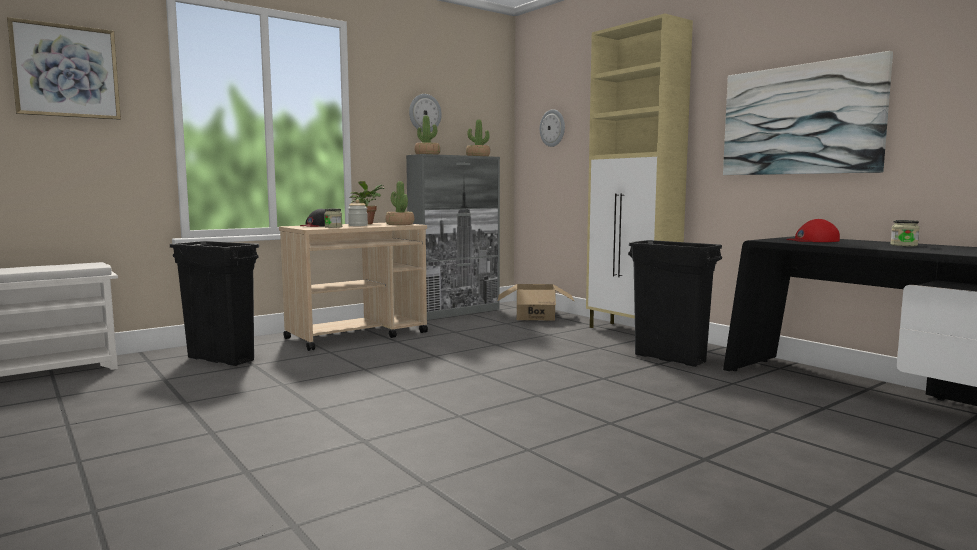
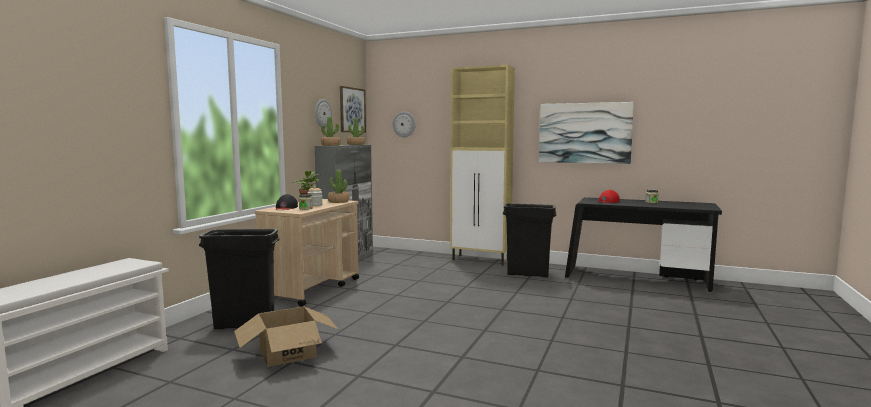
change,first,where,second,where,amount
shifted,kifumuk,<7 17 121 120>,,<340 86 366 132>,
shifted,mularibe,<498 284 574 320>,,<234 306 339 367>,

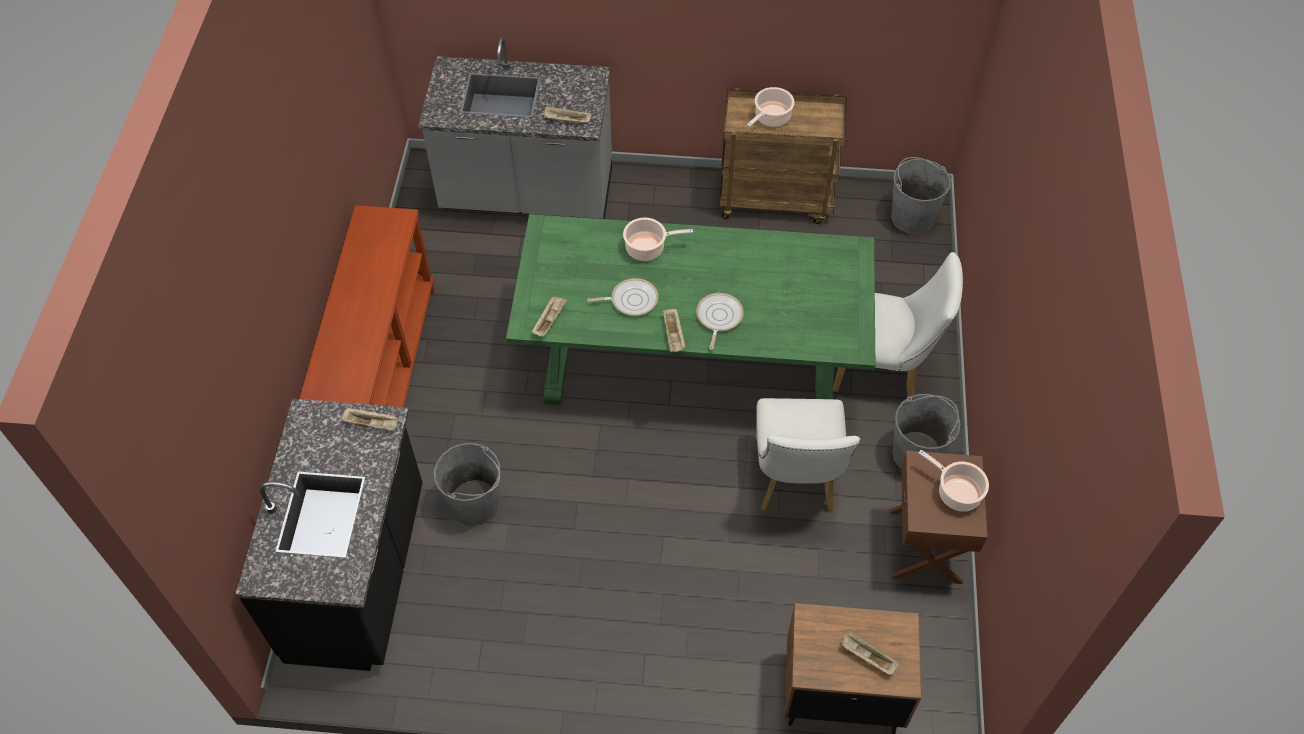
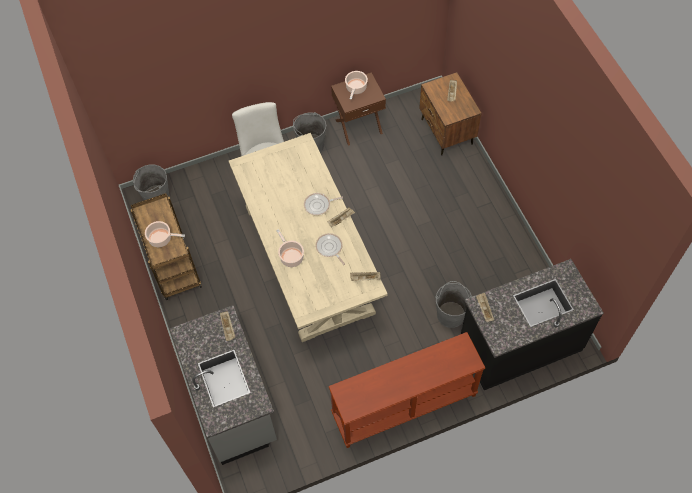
change,first,where,second,where,amount
repainted,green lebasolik,<506 214 875 405>,beige lebasolik,<229 133 388 342>,
gone,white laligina,<755 398 860 511>,,,

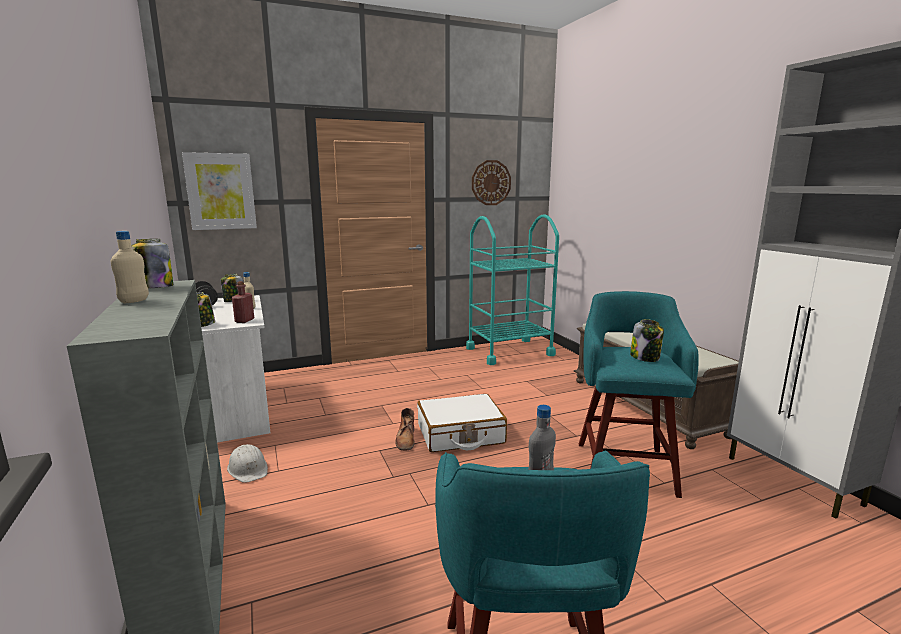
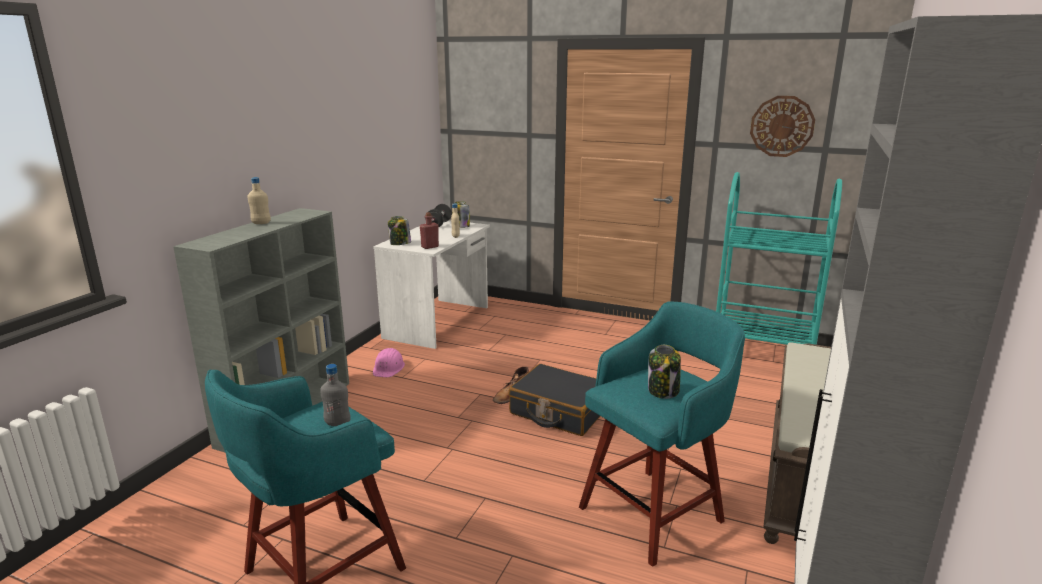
change,first,where,second,where,amount
gone,kifumuk,<182 152 257 230>,,,
gone,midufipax,<131 239 173 288>,,,
repainted,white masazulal,<417 394 507 452>,black masazulal,<508 364 600 436>,
repainted,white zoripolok,<227 444 268 483>,pink zoripolok,<373 348 405 377>,

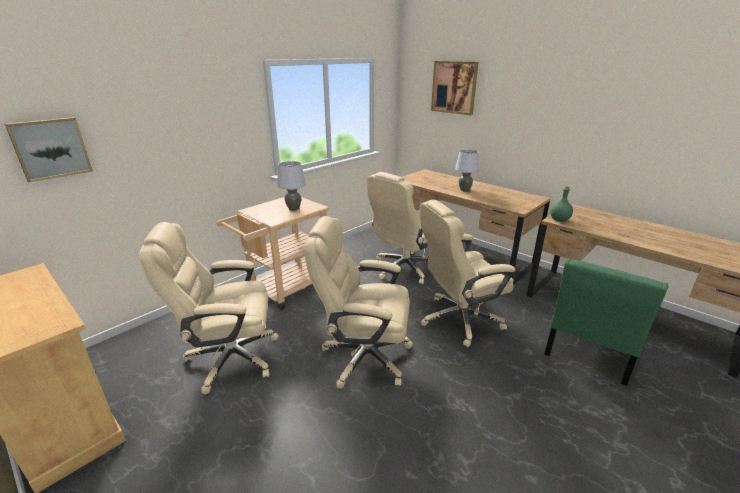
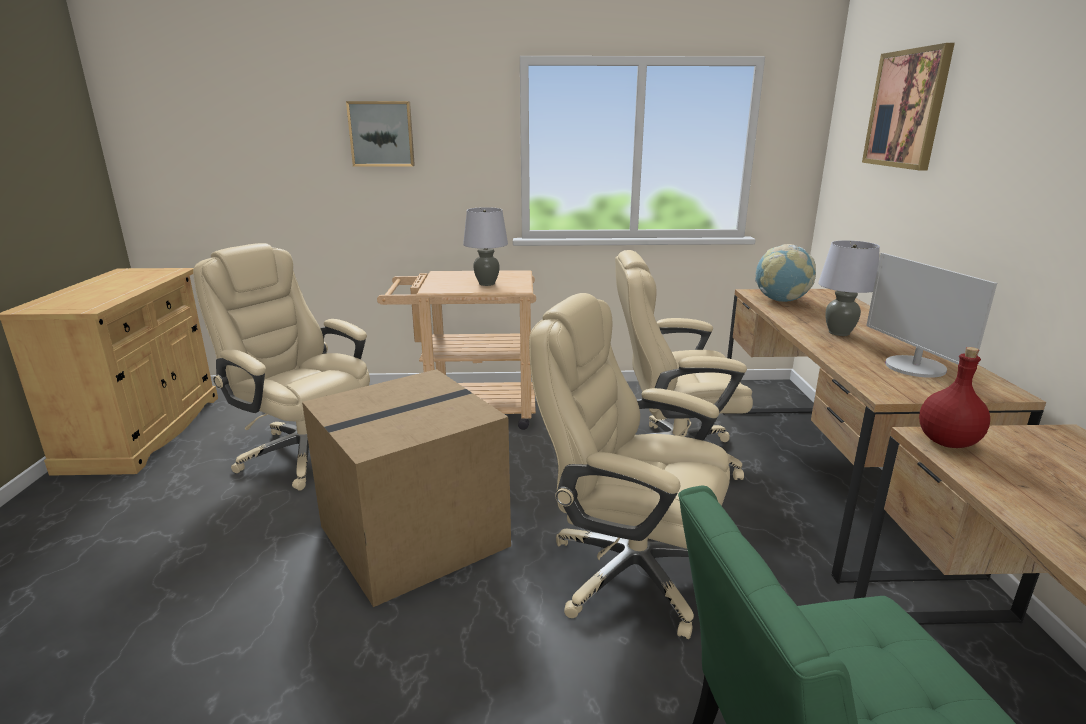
change,first,where,second,where,amount
shifted,kifumuk,<5 117 93 182>,,<346 101 415 167>,
repainted,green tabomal,<550 186 573 222>,red tabomal,<919 347 990 448>,
swapped,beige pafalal,<304 216 413 389>,mularibe,<302 369 511 607>,
new,,,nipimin,<755 244 816 302>,
new,,,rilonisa,<866 253 997 378>,

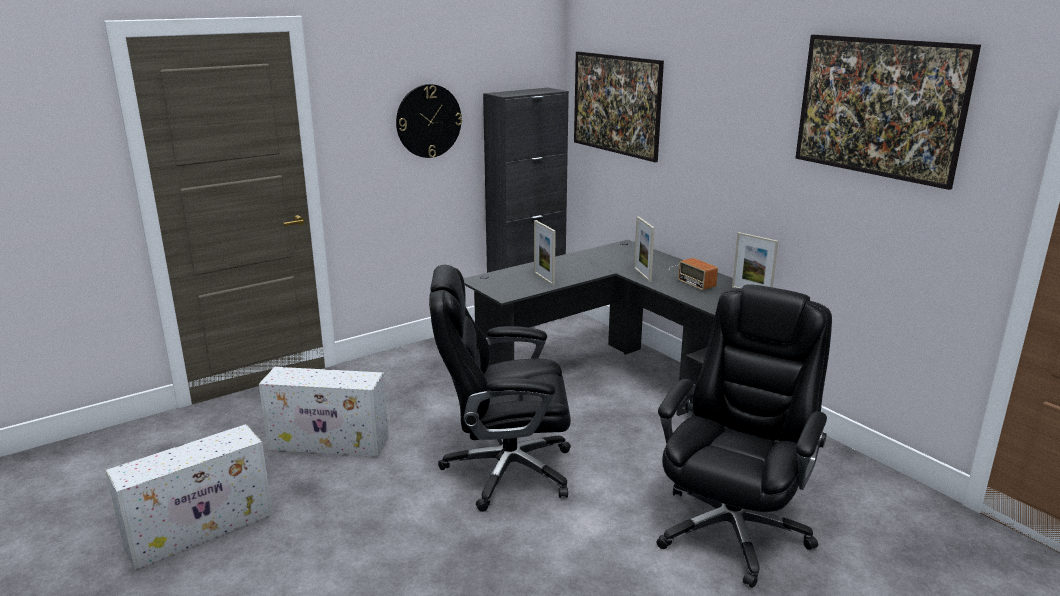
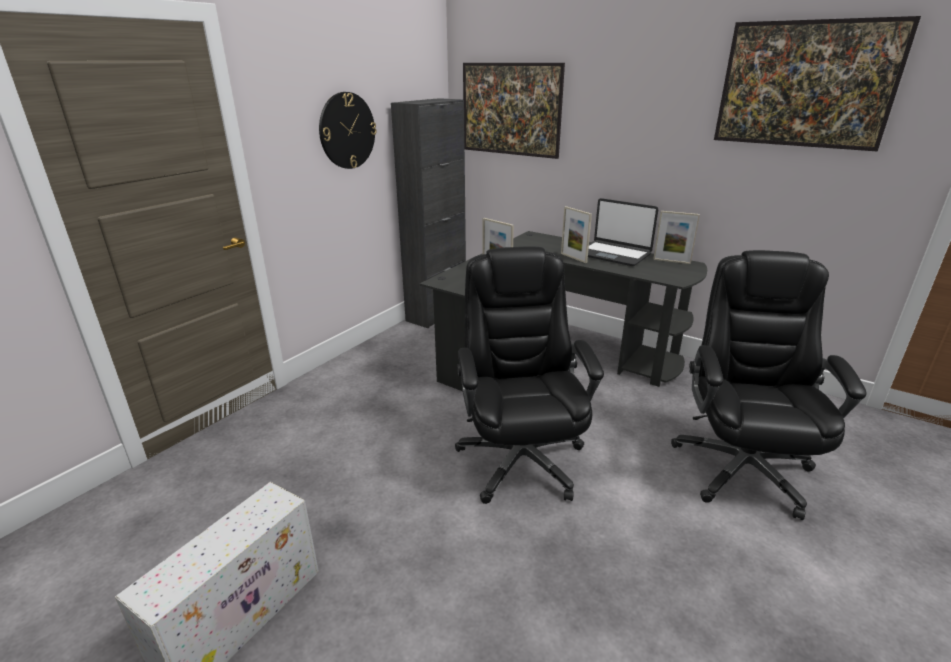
change,first,where,second,where,amount
swapped,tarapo,<669 258 718 290>,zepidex,<588 198 658 266>,
rotated,black pafalal,<429 265 571 512>,,<455 246 604 504>,105 degrees clockwise
gone,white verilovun,<259 367 389 457>,,,

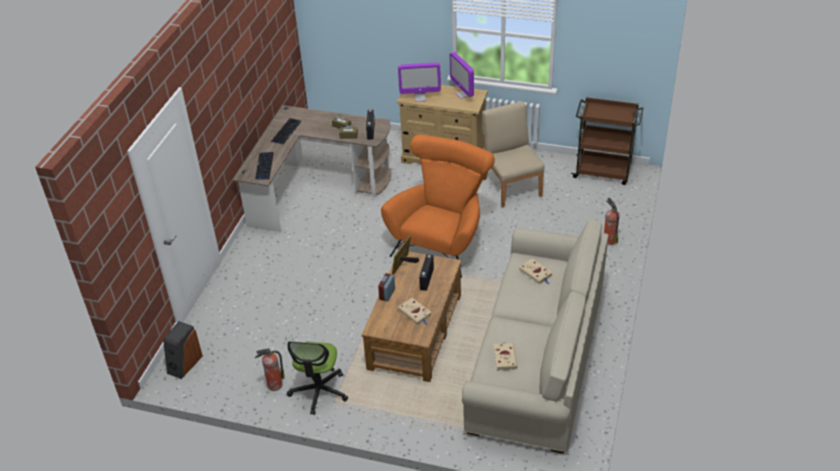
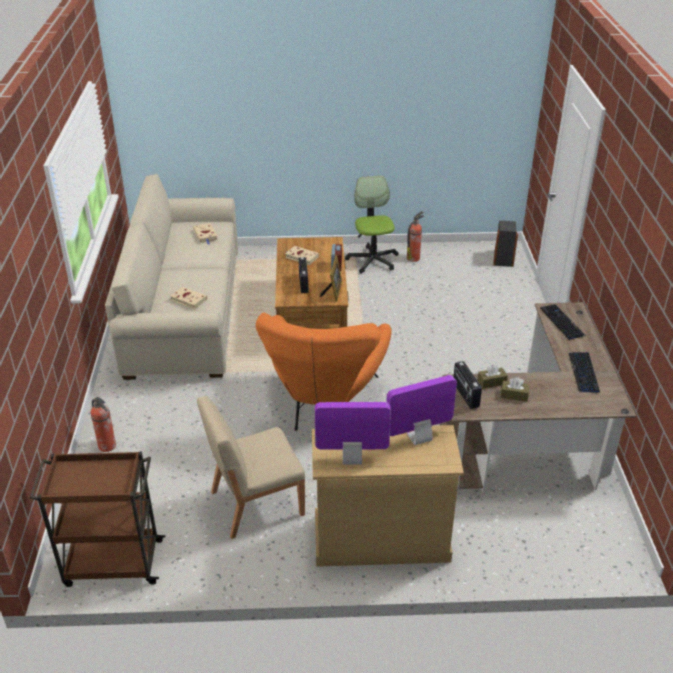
change,first,where,second,where,amount
rotated,rilonisa,<450 52 474 99>,,<315 402 391 465>,45 degrees counterclockwise
rotated,beige laligina,<482 101 545 208>,,<197 396 305 539>,105 degrees clockwise

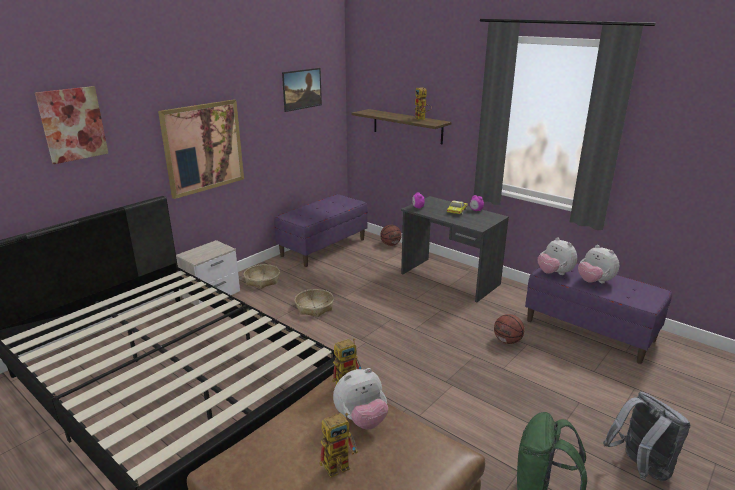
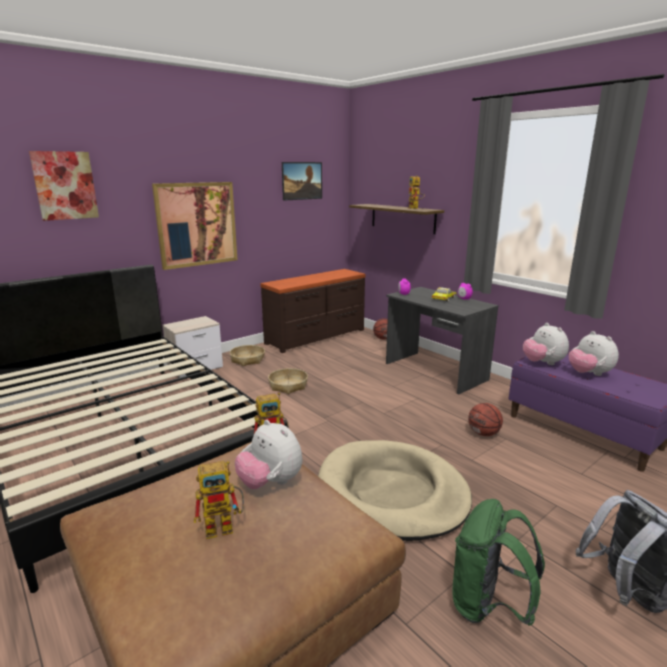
change,first,where,second,where,amount
swapped,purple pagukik,<274 194 368 267>,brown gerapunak,<260 269 366 353>,
rotated,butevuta,<333 368 388 429>,,<235 420 303 489>,60 degrees clockwise
new,,,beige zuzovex,<318 440 472 541>,

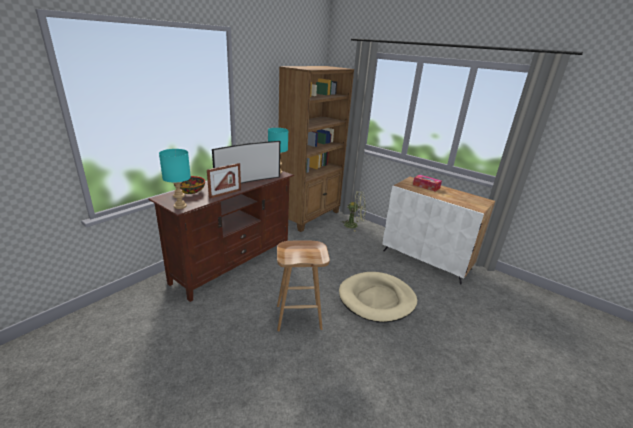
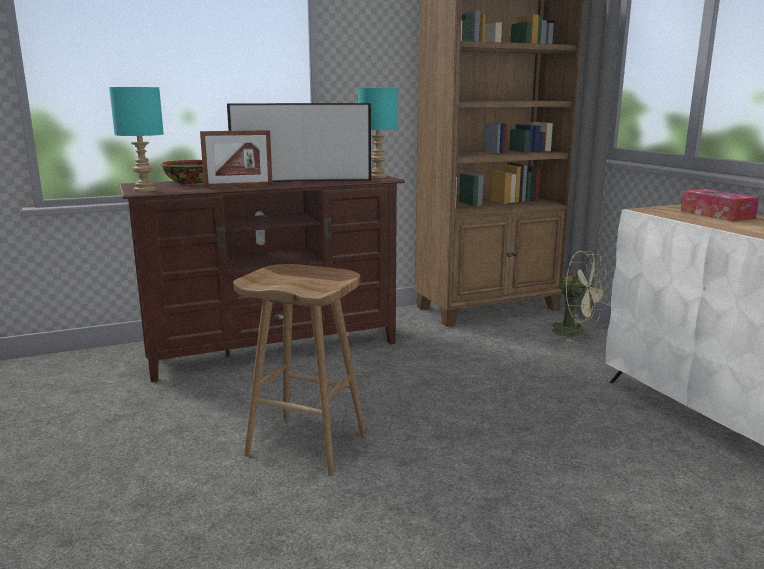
change,first,where,second,where,amount
gone,beige zuzovex,<339 272 417 323>,,,

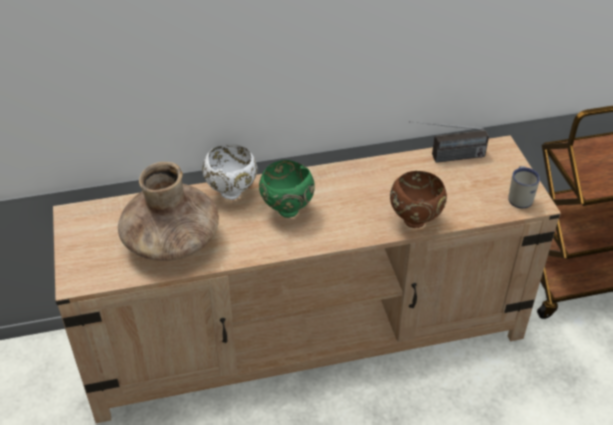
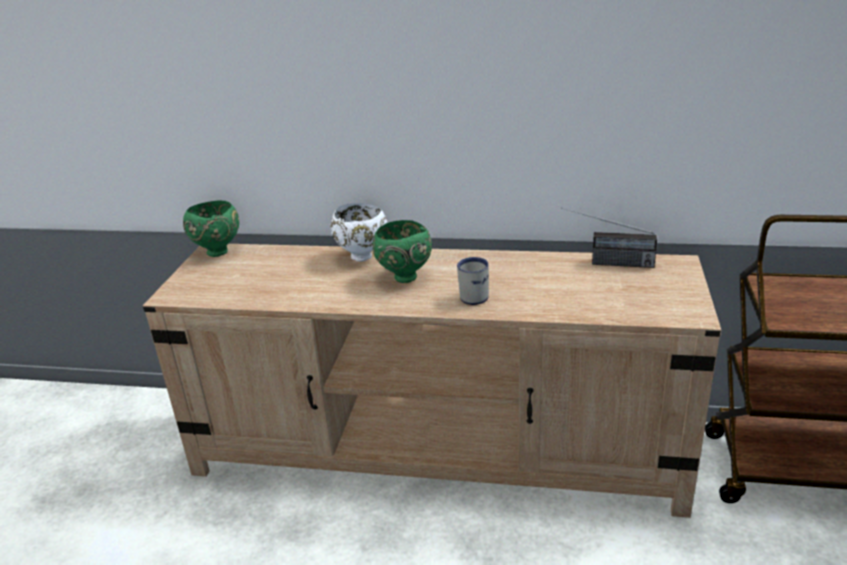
change,first,where,second,where,amount
gone,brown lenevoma,<118 162 219 261>,,,
shifted,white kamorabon,<508 166 540 209>,,<457 257 489 305>,
gone,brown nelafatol,<390 171 447 228>,,,
new,,,green nelafatol,<183 201 239 257>,

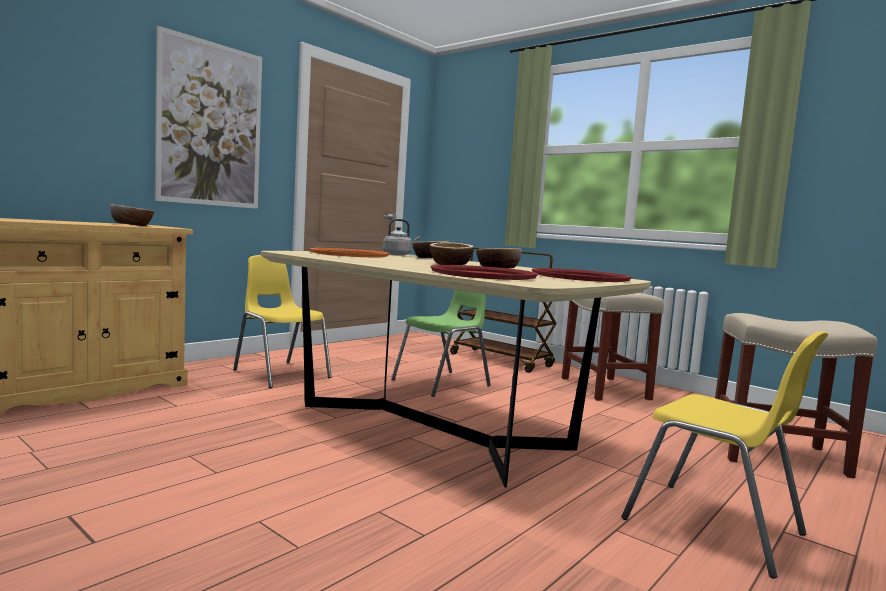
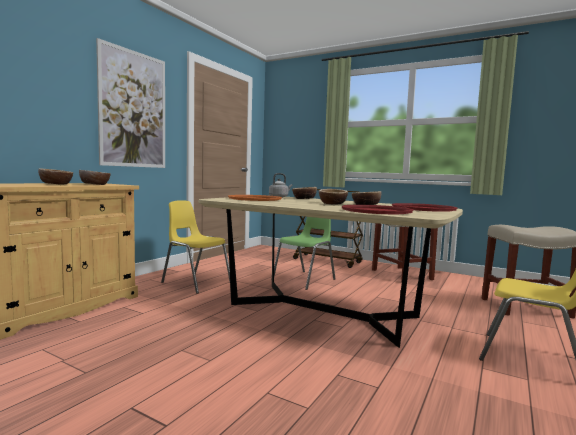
change,first,where,second,where,amount
new,,,nelafatol,<38 168 73 184>,

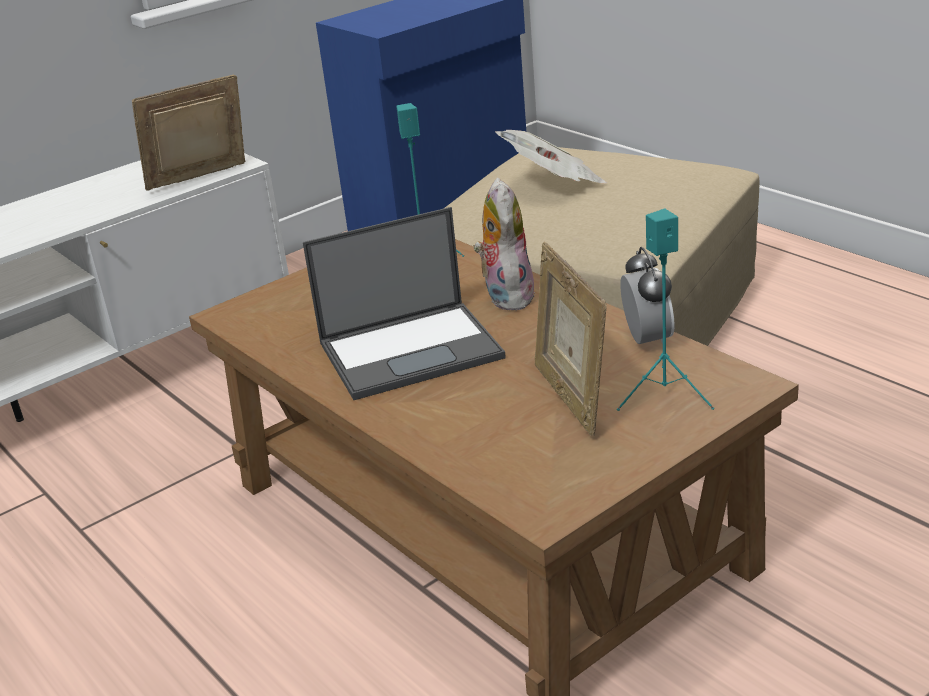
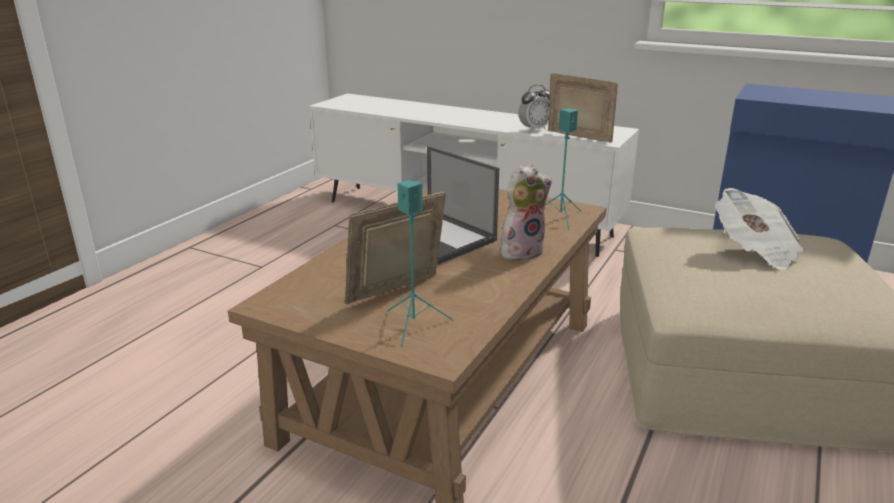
change,first,where,second,where,amount
shifted,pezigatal,<620 247 675 344>,,<518 84 550 132>,

